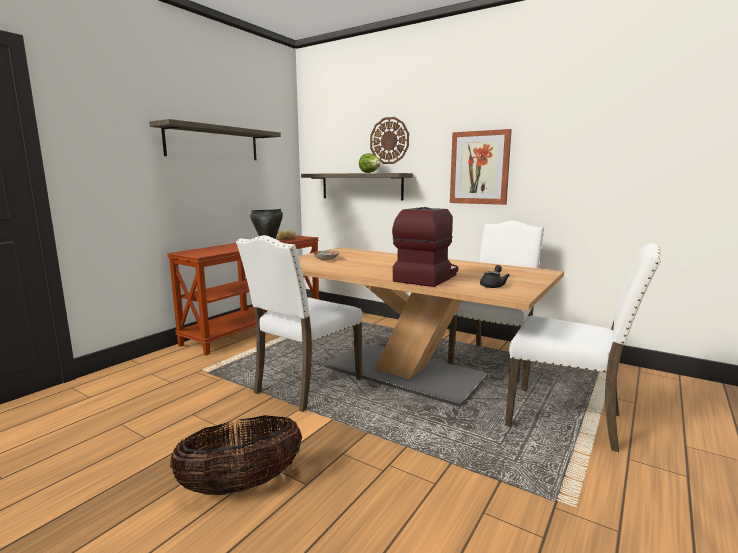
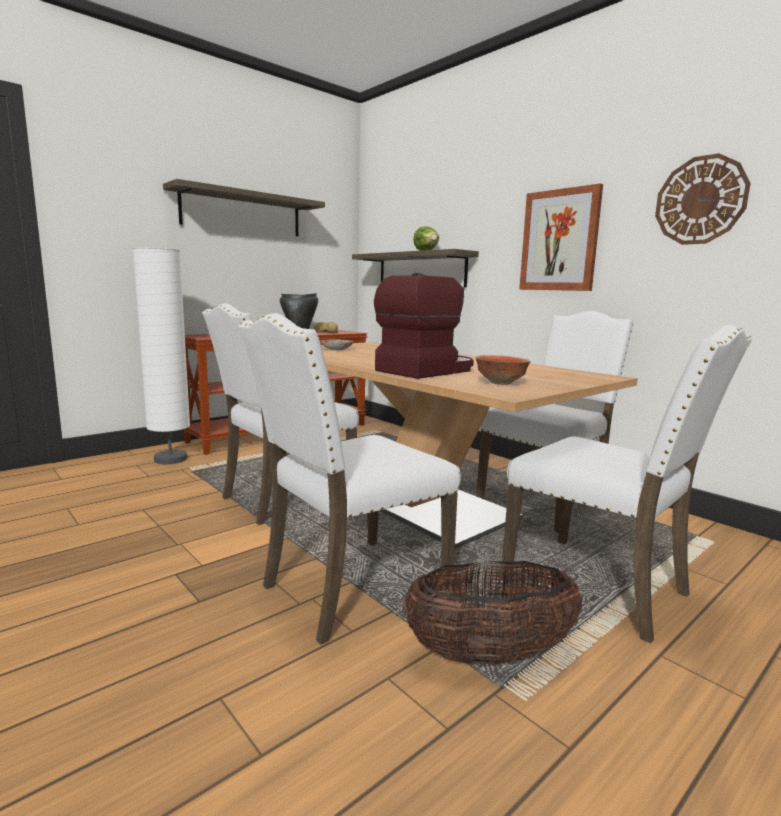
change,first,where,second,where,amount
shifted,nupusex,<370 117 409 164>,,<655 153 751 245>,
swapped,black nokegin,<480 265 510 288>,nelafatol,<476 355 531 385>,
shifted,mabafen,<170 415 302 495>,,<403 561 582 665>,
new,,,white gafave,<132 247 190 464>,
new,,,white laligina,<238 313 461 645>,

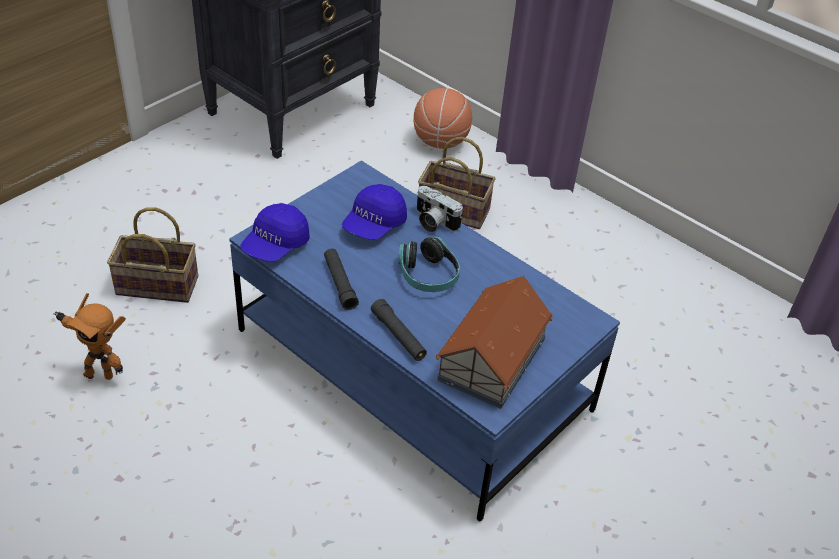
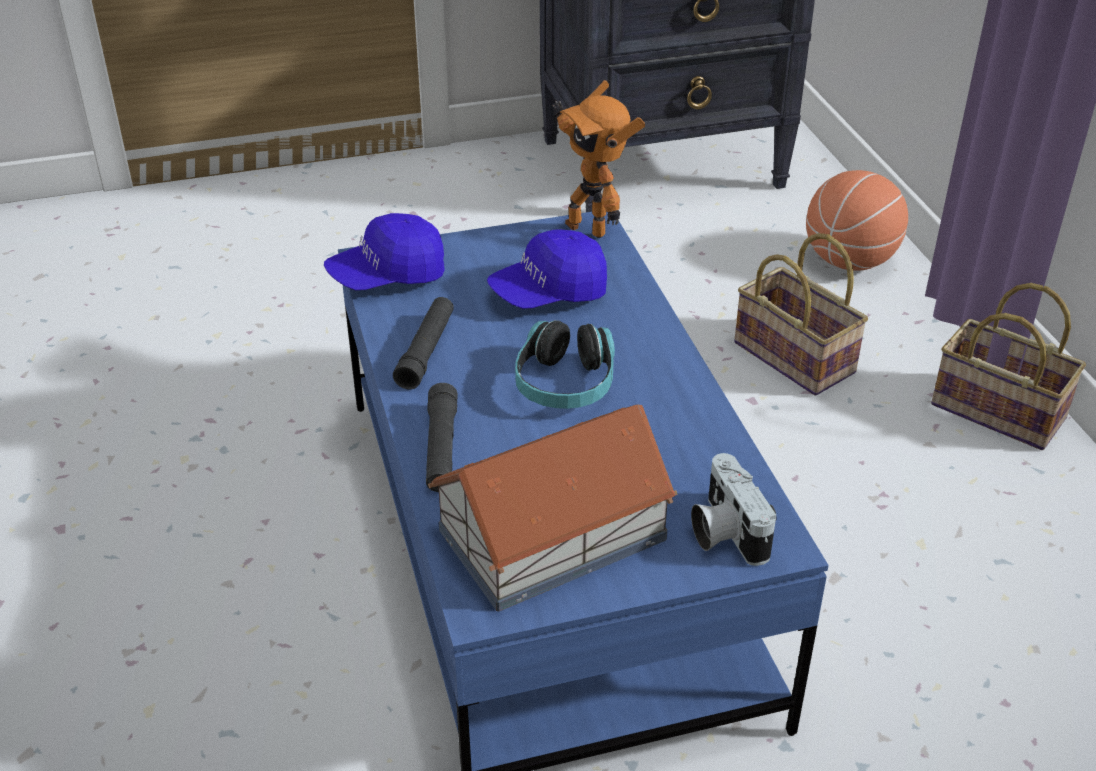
change,first,where,second,where,amount
shifted,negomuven,<417 186 463 233>,,<691 453 777 566>,
shifted,mabafen,<107 207 198 303>,,<931 283 1086 450>,
shifted,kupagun,<54 293 126 380>,,<552 80 645 238>,

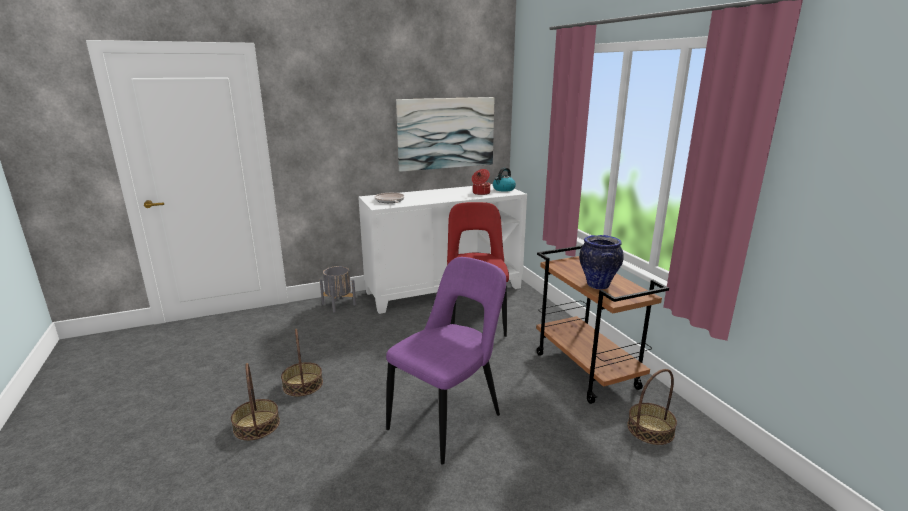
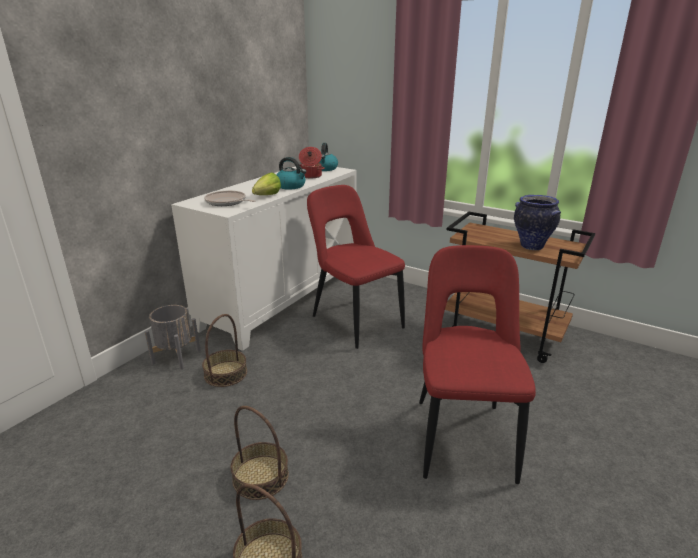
change,first,where,second,where,amount
gone,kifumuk,<396 97 495 172>,,,
repainted,purple laligina,<386 257 506 465>,red laligina,<419 245 536 484>,
shifted,mabafen,<627 369 677 445>,,<202 314 247 387>,
new,,,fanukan,<276 157 306 190>,
new,,,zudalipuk,<252 172 281 195>,

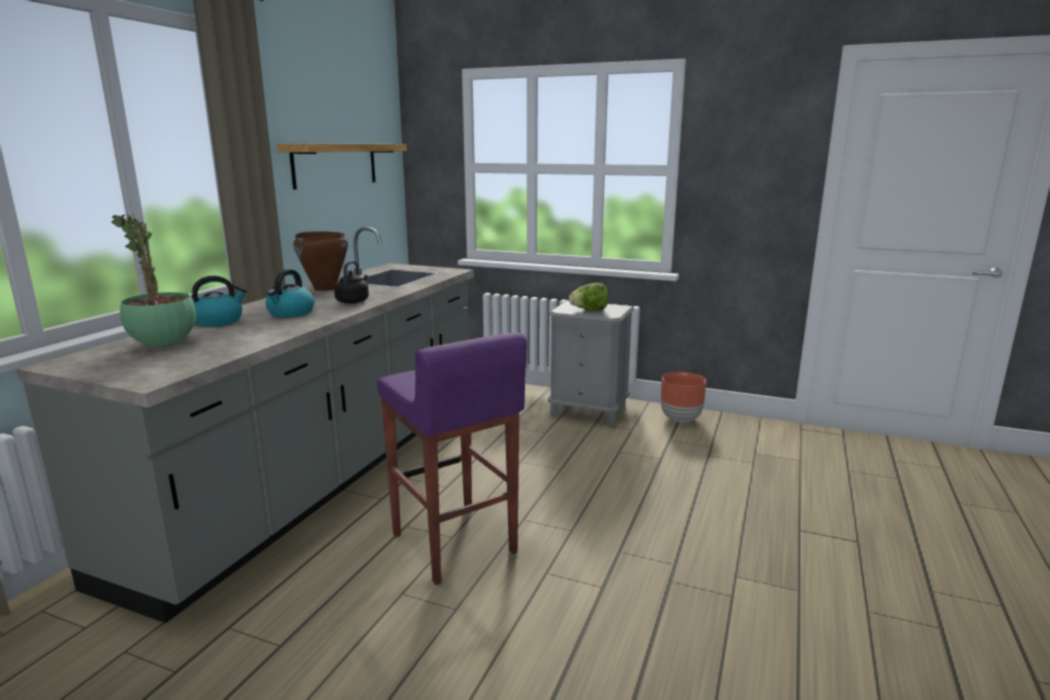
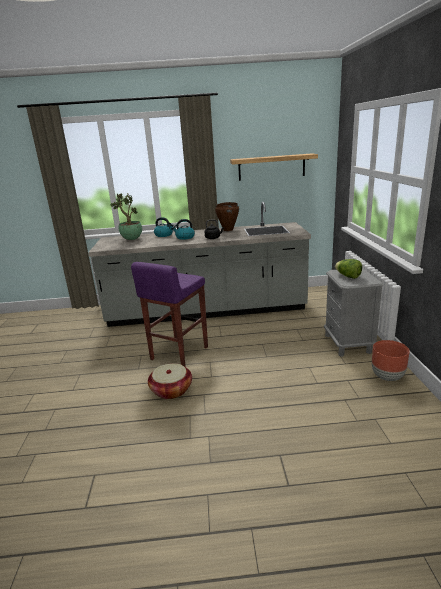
change,first,where,second,where,amount
new,,,mabafen,<148 363 192 399>,

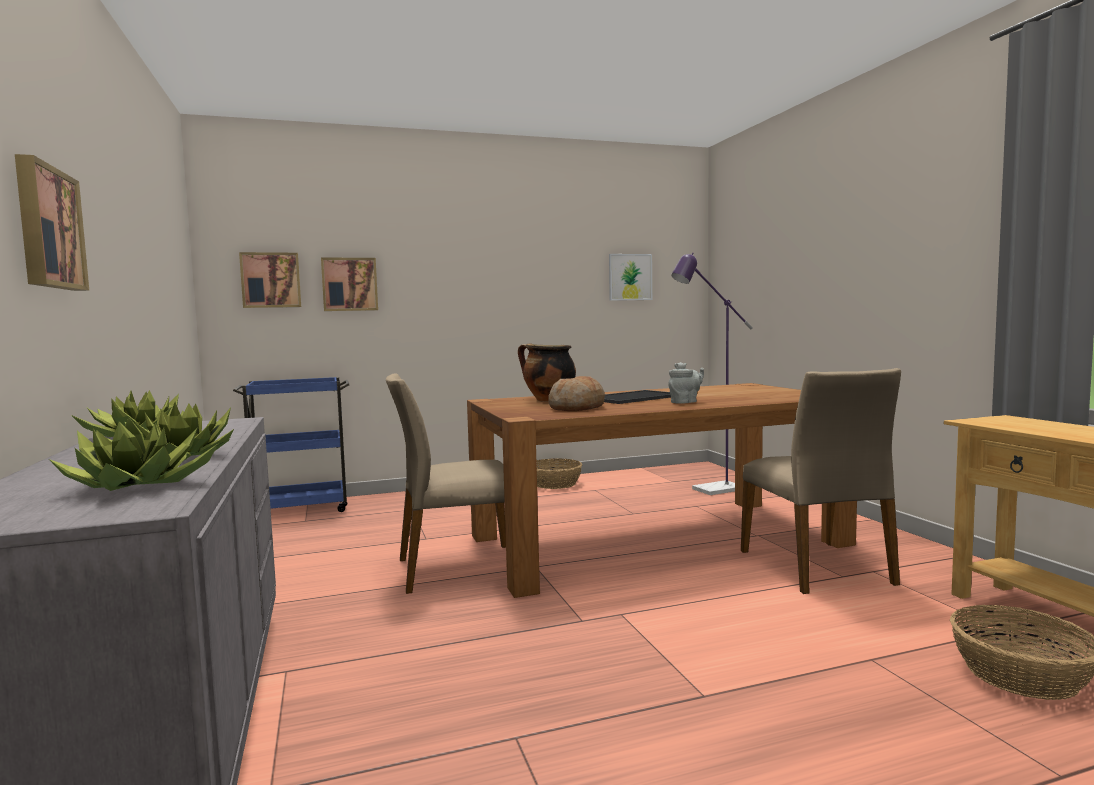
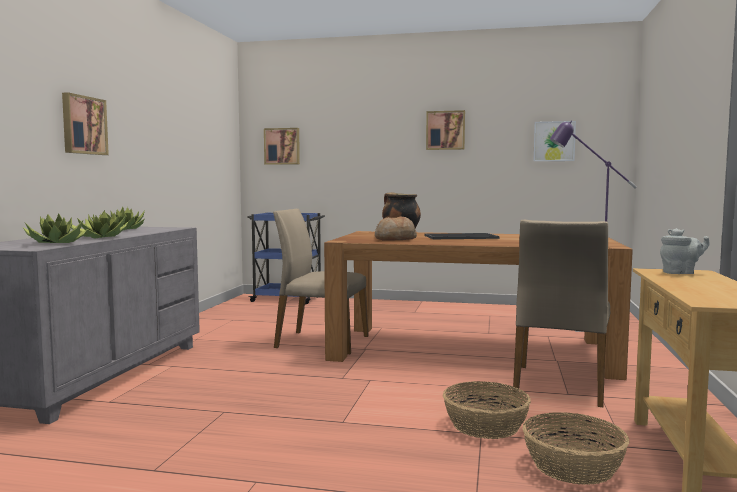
change,first,where,second,where,amount
shifted,kifumuk,<321 258 378 311>,,<426 110 465 150>,
shifted,grey nokegin,<668 362 704 404>,,<660 228 709 274>,
shifted,mabafen,<536 458 582 489>,,<443 381 531 439>,

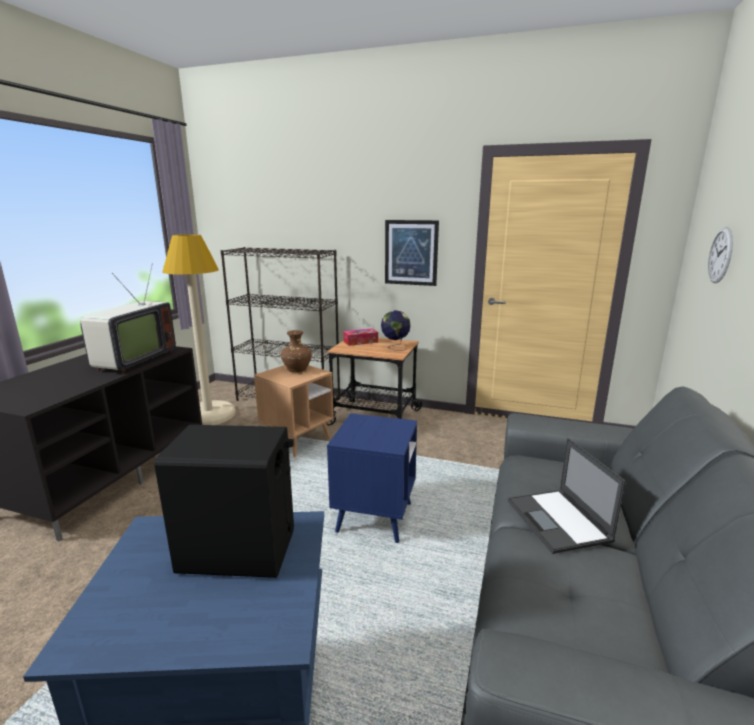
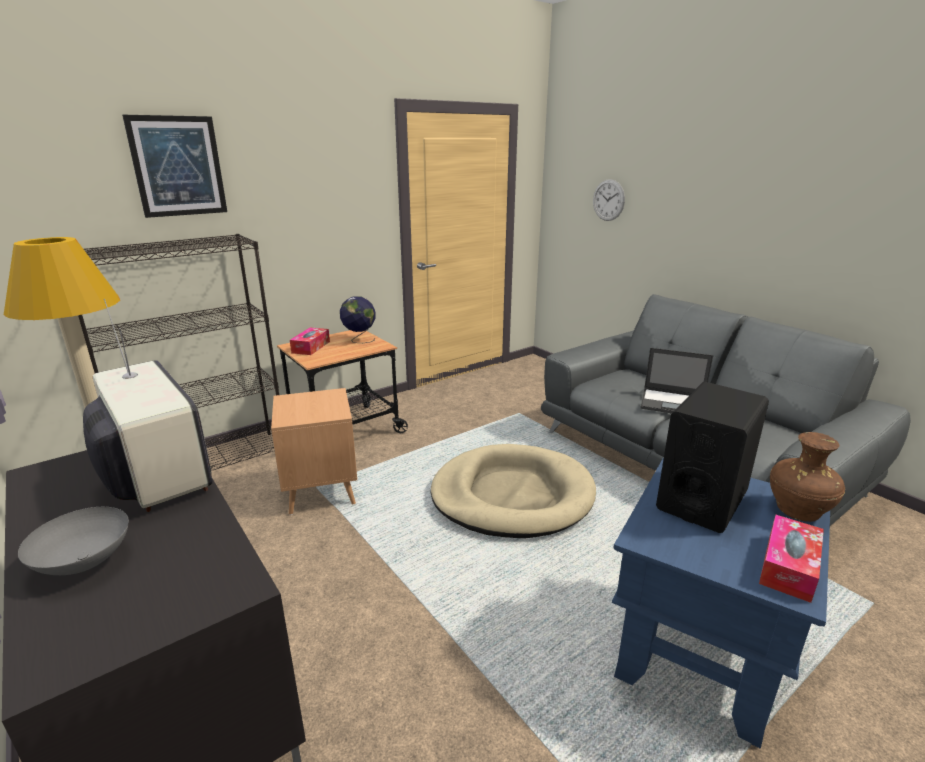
change,first,where,second,where,amount
shifted,kifumuk,<385 220 439 286>,,<122 115 227 218>,
shifted,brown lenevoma,<281 330 312 373>,,<770 432 845 522>,
swapped,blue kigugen,<327 413 417 543>,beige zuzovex,<431 444 596 538>,
new,,,grey nelafatol,<18 507 129 575>,
new,,,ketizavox,<759 515 824 603>,

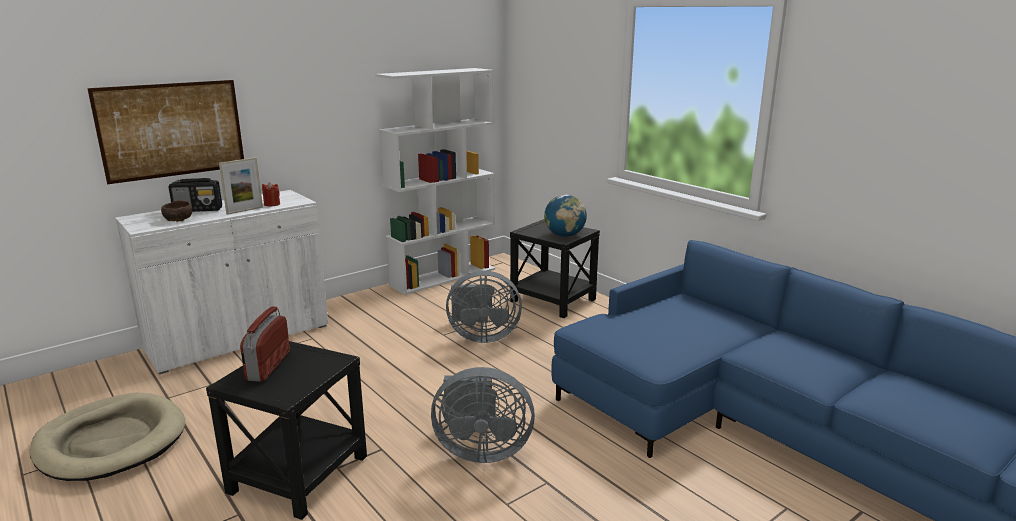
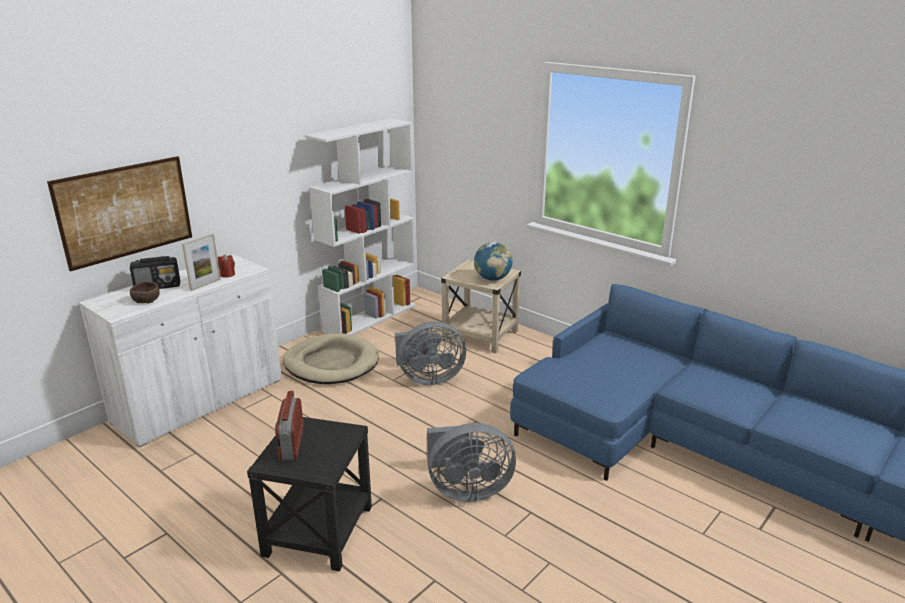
change,first,where,second,where,amount
repainted,black kigugen,<510 219 600 318>,beige kigugen,<441 260 521 353>,
shifted,beige zuzovex,<30 393 185 481>,,<282 333 379 384>,

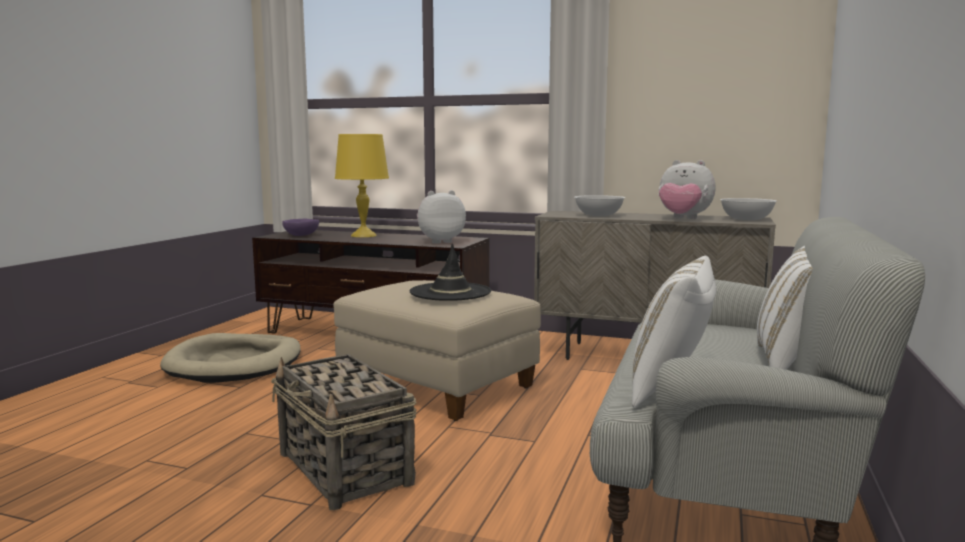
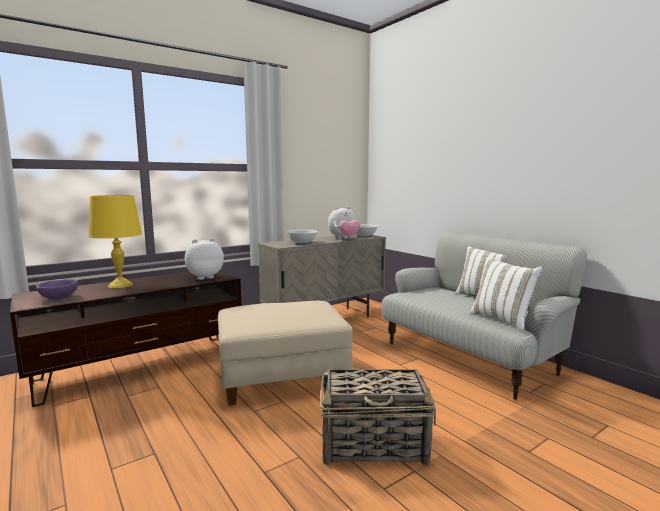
change,first,where,second,where,amount
rotated,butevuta,<417 190 466 244>,,<185 238 224 280>,45 degrees clockwise
gone,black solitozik,<410 243 491 301>,,,
gone,beige zuzovex,<160 333 300 383>,,,

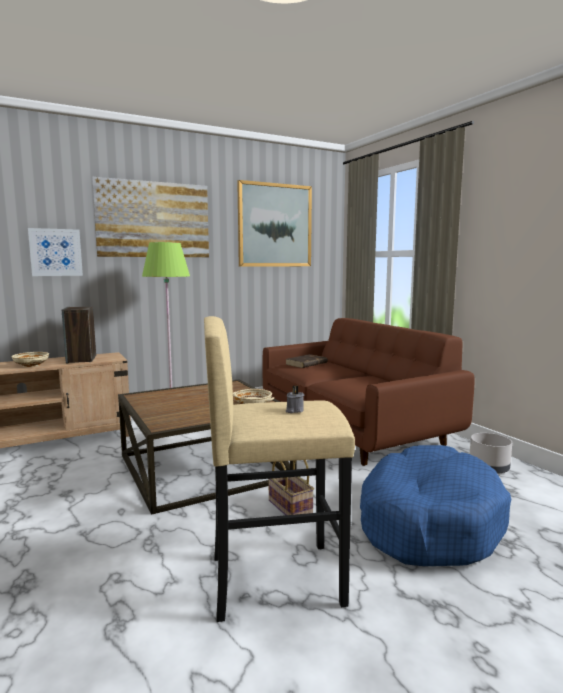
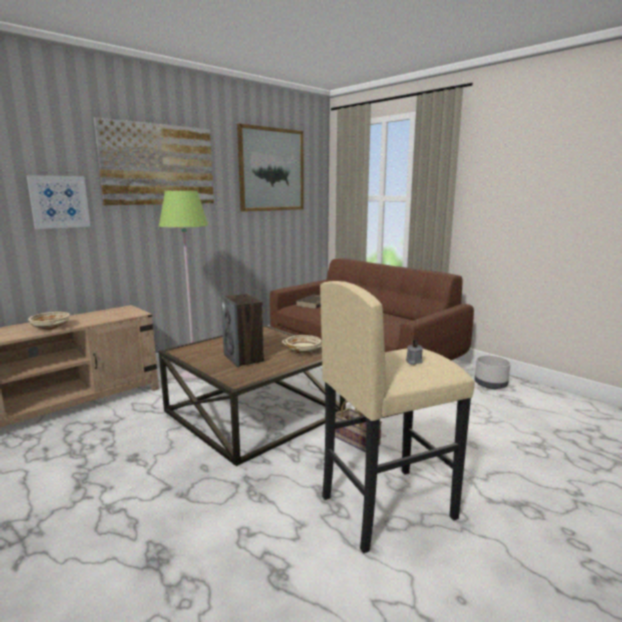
change,first,where,second,where,amount
shifted,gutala,<62 307 96 363>,,<221 294 264 367>,
gone,blue zuzovex,<360 445 511 566>,,,

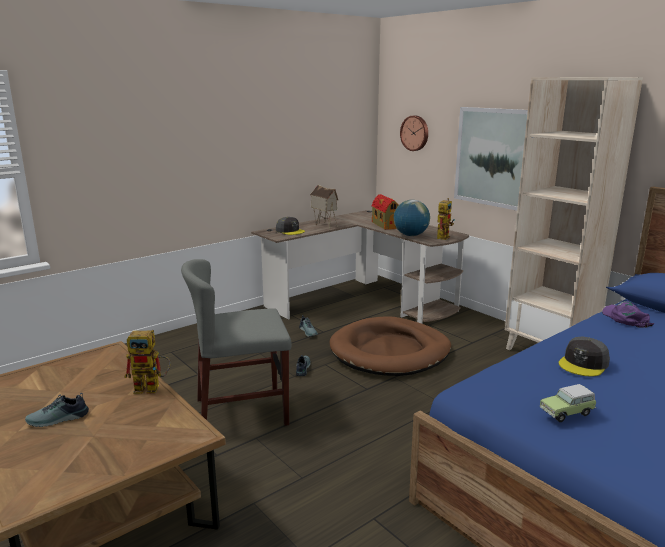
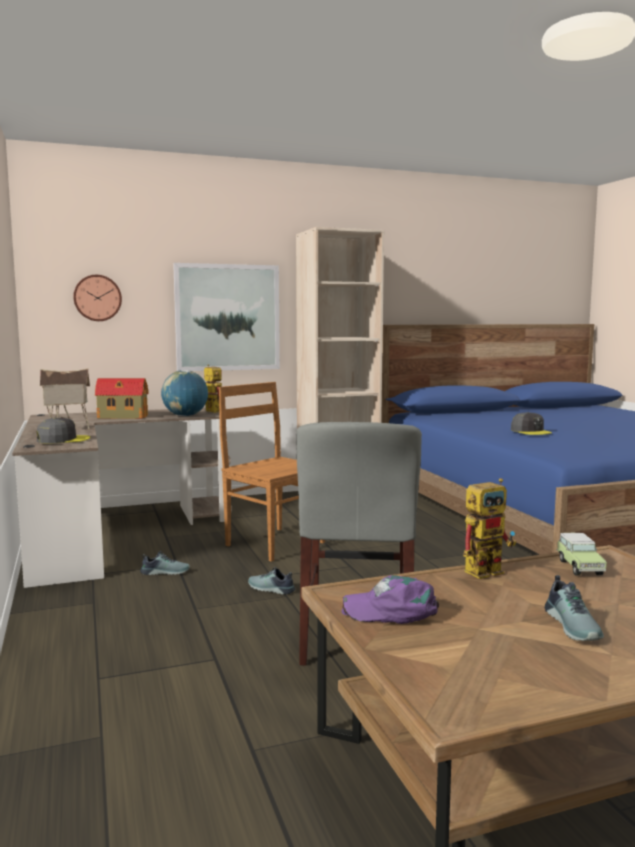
change,first,where,second,where,amount
shifted,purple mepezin,<602 301 654 328>,,<342 575 439 624>,
swapped,brown zuzovex,<330 316 451 376>,brown laligina,<219 382 325 562>,
rotated,kupagun,<124 330 171 394>,,<463 478 516 579>,45 degrees clockwise
shifted,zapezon,<540 384 596 422>,,<556 533 607 575>,

